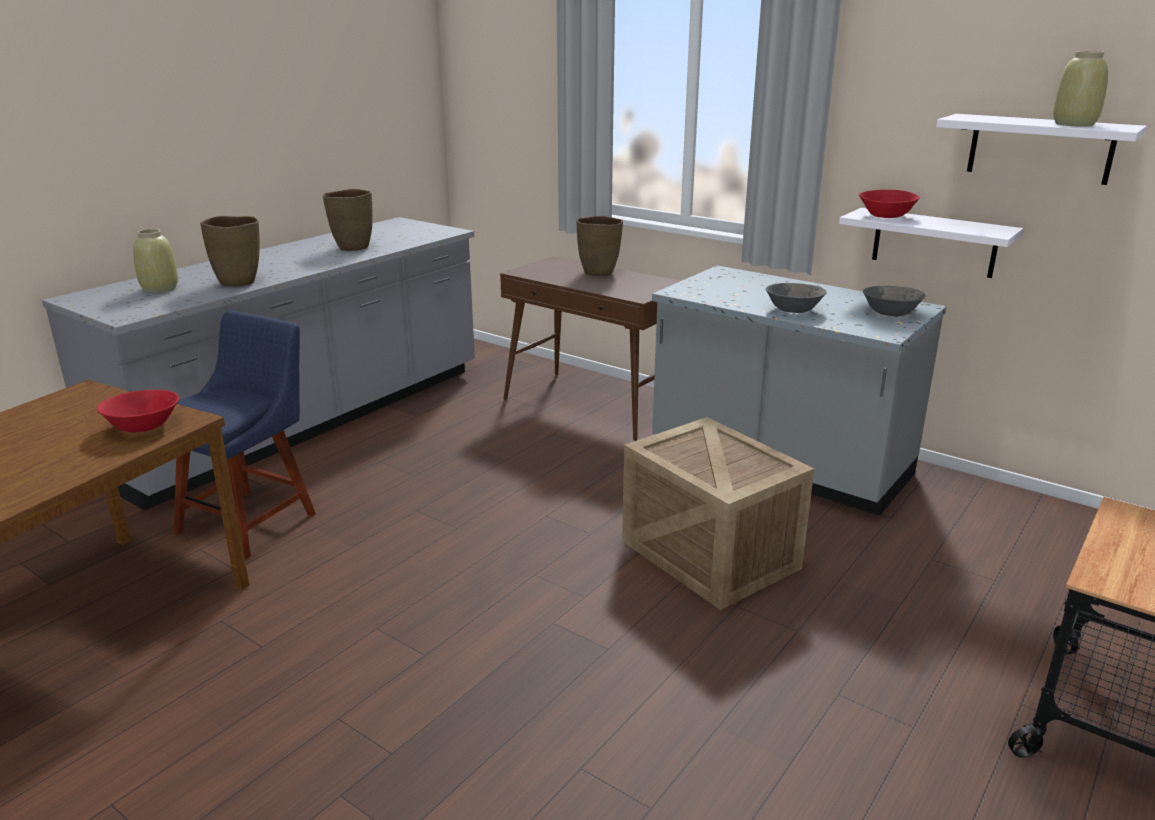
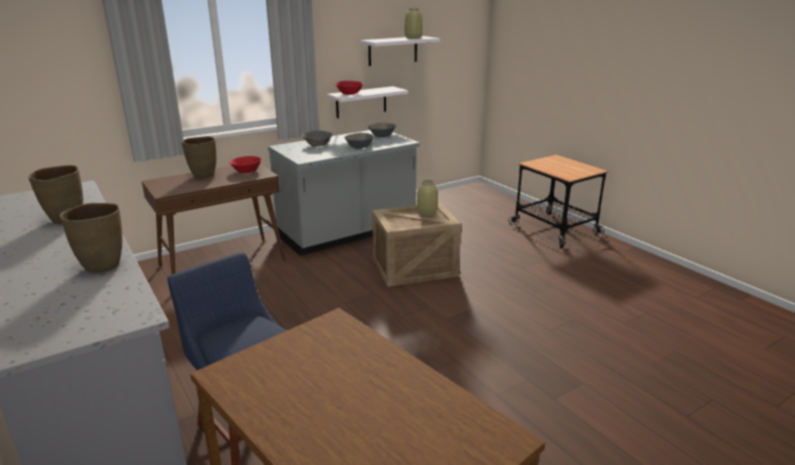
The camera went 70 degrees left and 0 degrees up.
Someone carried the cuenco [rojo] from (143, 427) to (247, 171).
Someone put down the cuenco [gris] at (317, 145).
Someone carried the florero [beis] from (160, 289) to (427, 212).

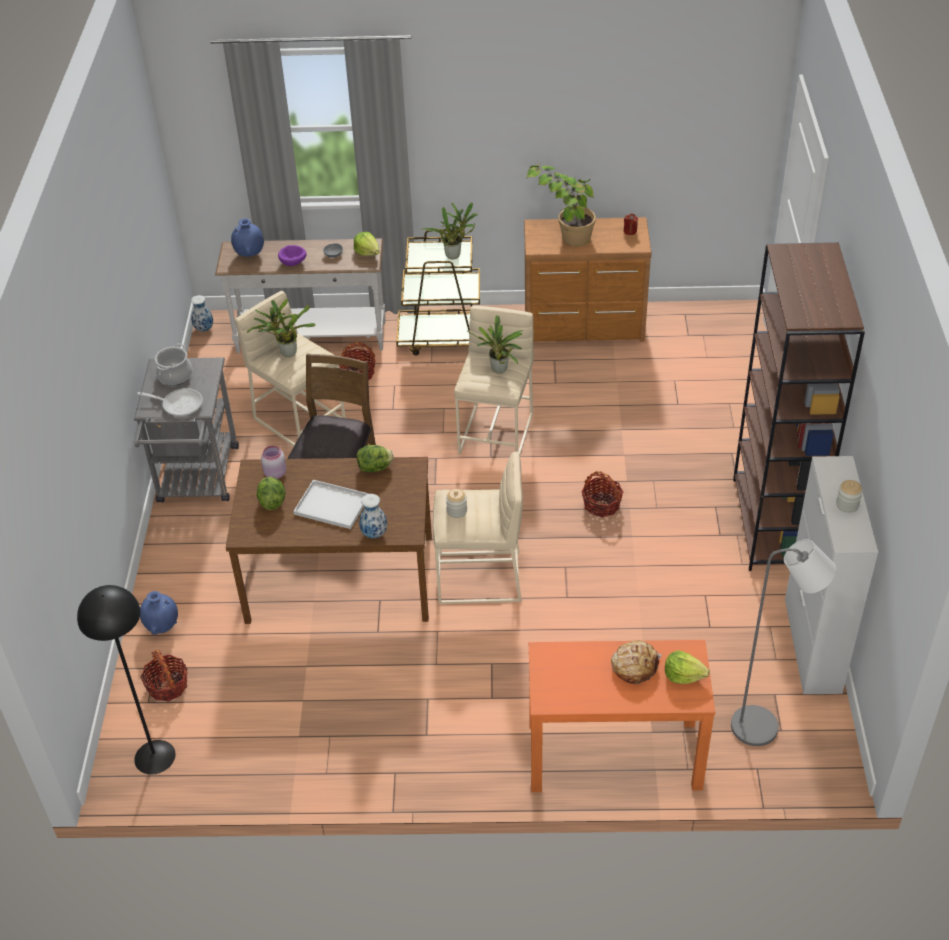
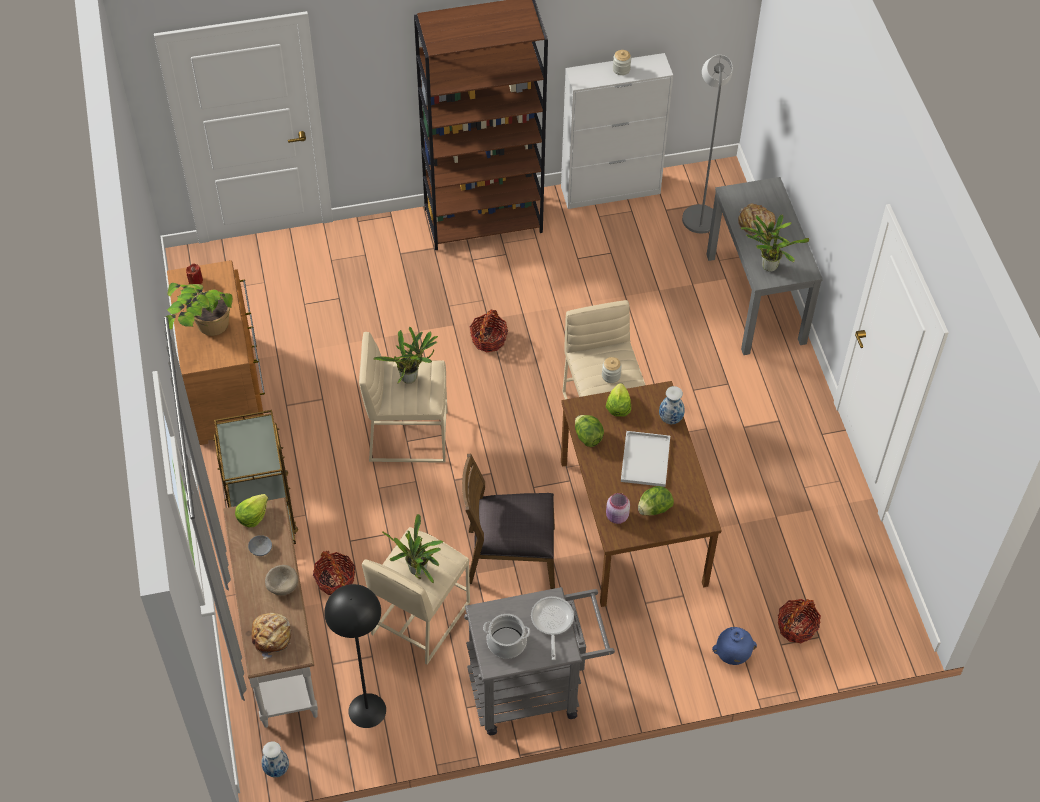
The camera went 105 degrees left and 10 degrees up.
Someone swapped the florero [azul] at (250, 255) for the pan at (272, 636).
Someone repainted the cuenco [morado] at (294, 263), which became the cuenco [beis] at (282, 585).
Someone carried the lámpara de pie [negro] from (154, 757) to (367, 710).
Someone carried the lechuga from (683, 675) to (618, 407).
Someone repainted the mesa consola [naranja] at (613, 756), which became the mesa consola [gris] at (756, 299).
Someone carried the planta en maceta from (455, 255) to (768, 265).

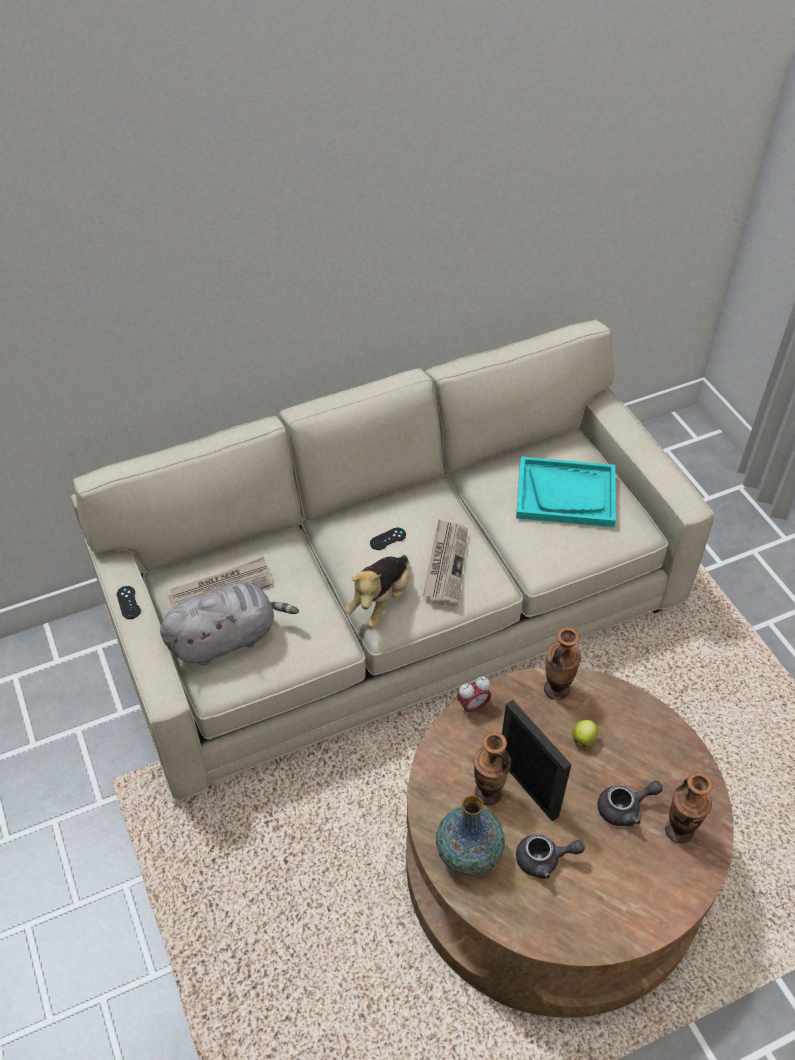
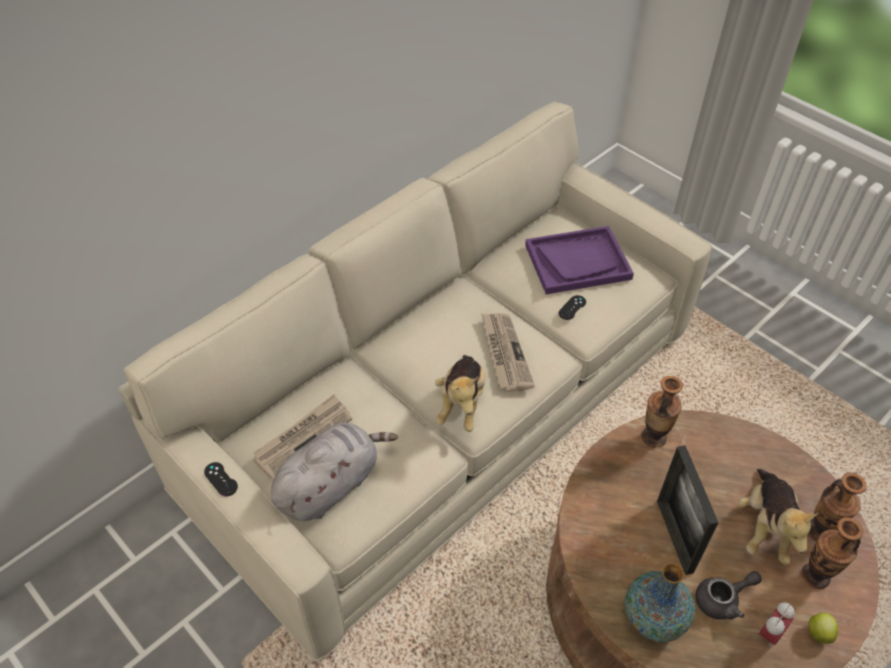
The camera went 20 degrees left and 0 degrees up.
Someone repainted the bandeja [turquesa] at (566, 494), which became the bandeja [morado] at (578, 262).
Someone carried the mando de consola [negro] from (388, 539) to (572, 307).
Someone rotated the portarretratos at (528, 787) by 135 degrees counterclockwise.
Someone swapped the tetera [gris] at (625, 808) for the peluche at (765, 527).
Someone carried the despertador from (473, 706) to (769, 633).
Someone carried the florero from (488, 792) to (815, 576).
Someone carried the manzana from (583, 739) to (818, 632).

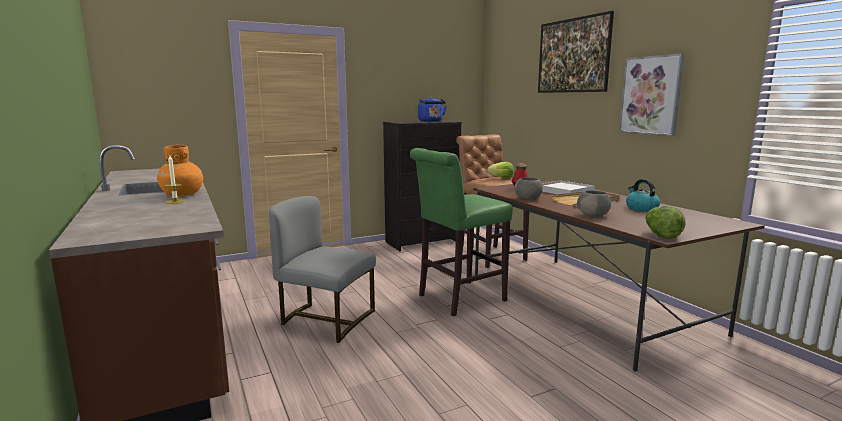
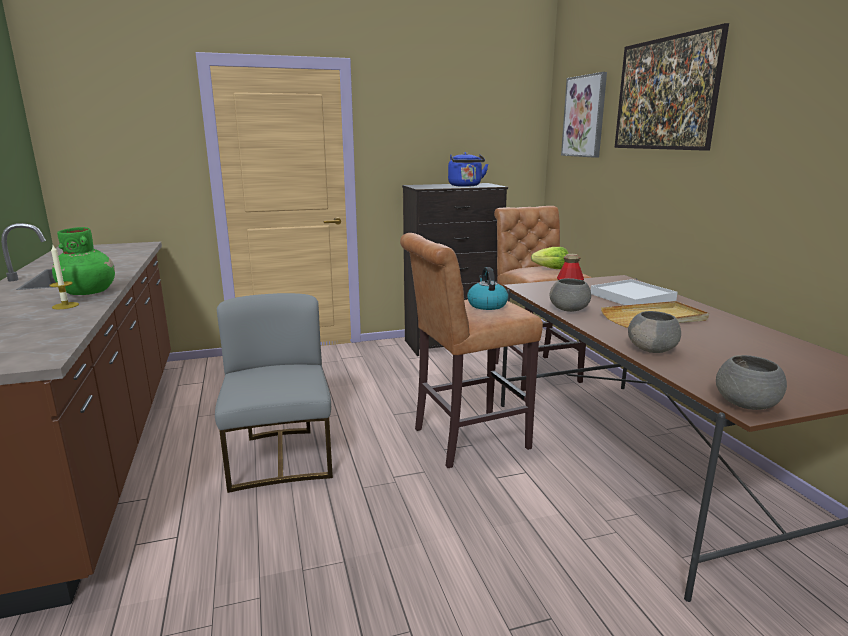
The camera went 10 degrees right and 5 degrees up.
Someone repainted the florero [naranja] at (182, 195), which became the florero [verde] at (88, 292).
Someone rotated the silla [gris] at (326, 320) by 45 degrees clockwise.
Someone repainted the taburete [verde] at (457, 299), which became the taburete [marrón] at (465, 440).
Someone carried the hervidor from (641, 208) to (486, 305).
Someone carried the cuadro from (651, 95) to (584, 116).
Someone swapped the lechuga at (661, 236) for the cuenco [gris] at (746, 404).

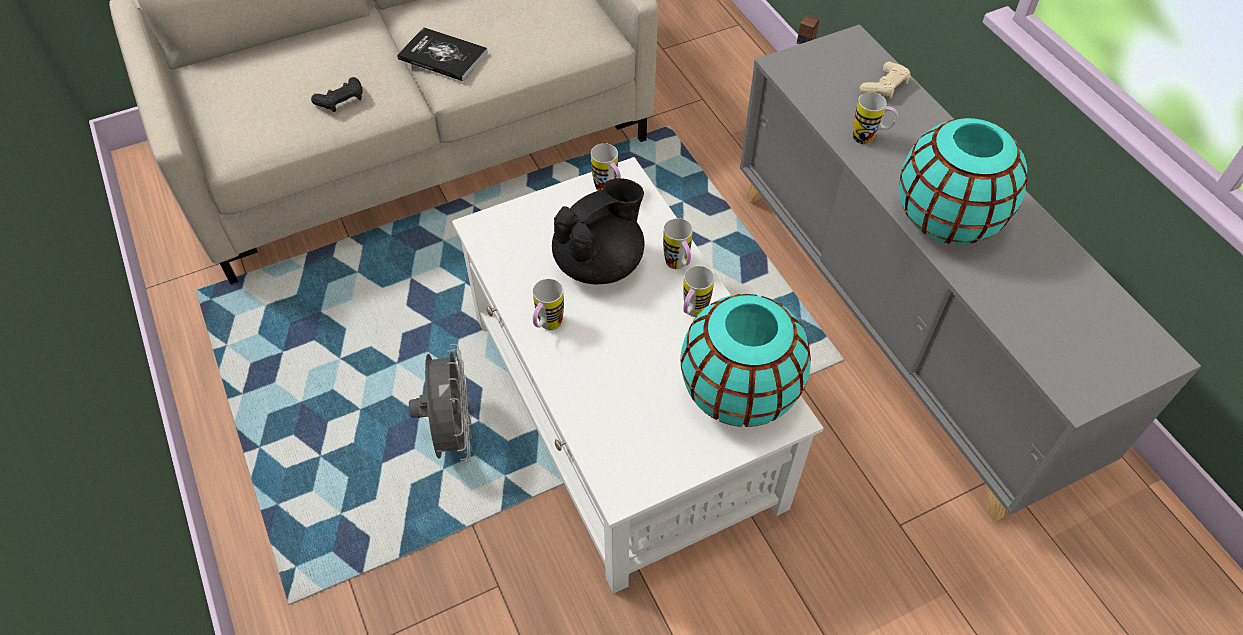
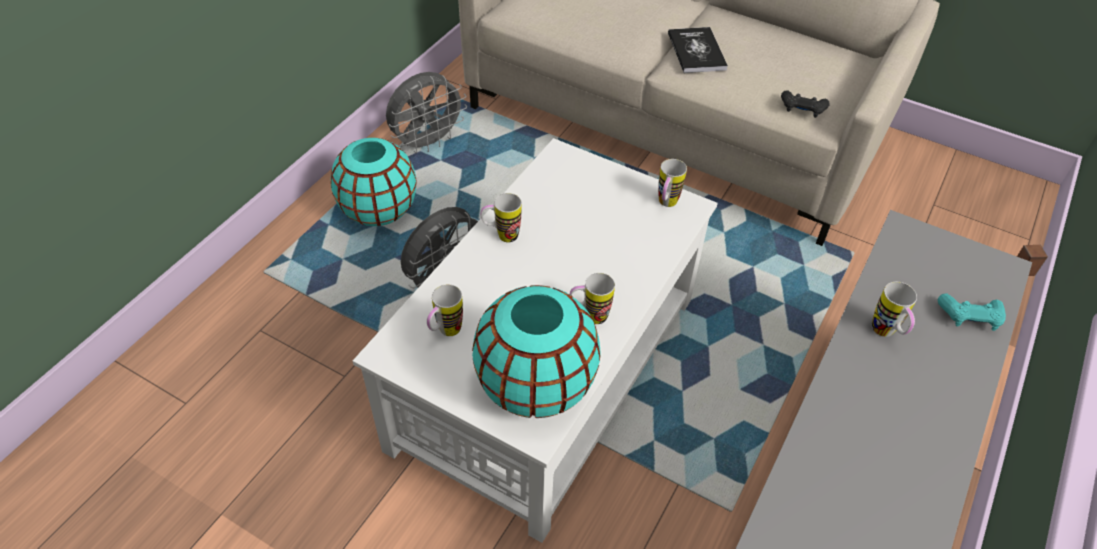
The camera went 55 degrees right and 5 degrees down.
Someone carried the florero [turquesa] from (947, 219) to (379, 210).
Someone put down the ventilador [gris] at (427, 143).
Someone carried the taza grande from (678, 266) to (445, 333).
Someone carried the mando de consola [negro] from (341, 101) to (802, 109).
Someone repainted the mando de consola [beis] at (884, 87), which became the mando de consola [turquesa] at (969, 317).
Someone took away the tetera [negro] at (600, 262).

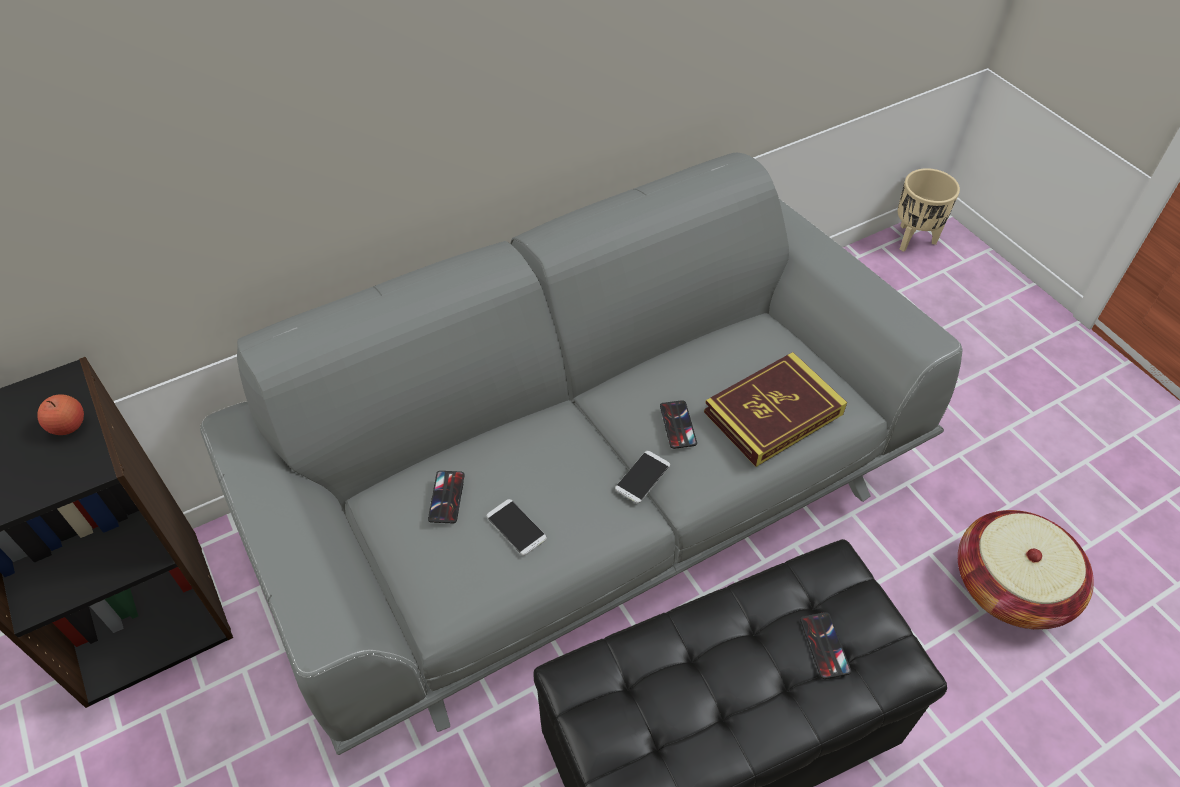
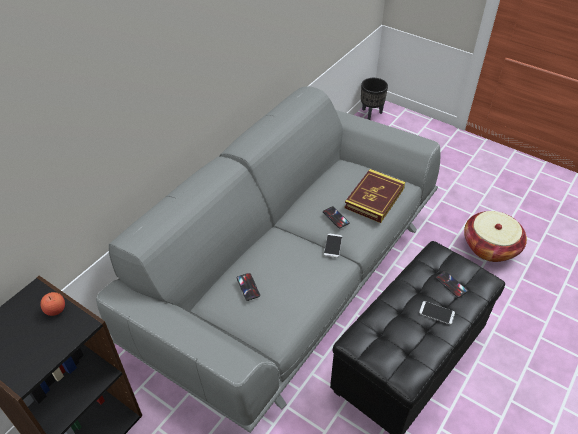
The camera went 25 degrees left and 5 degrees down.
Someone repainted the maceta [beis] at (914, 239), which became the maceta [negro] at (371, 114).
Someone carried the móvil from (516, 527) to (436, 313).

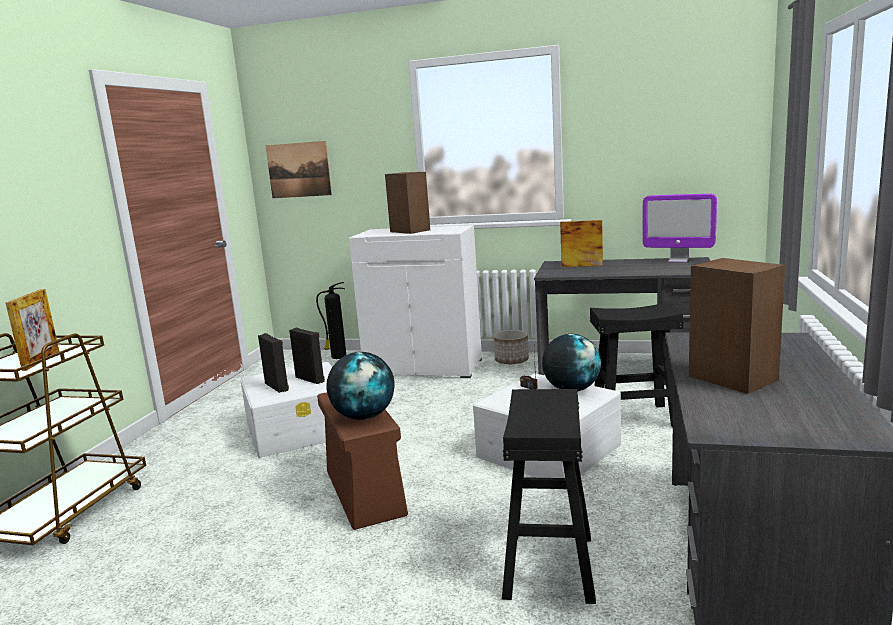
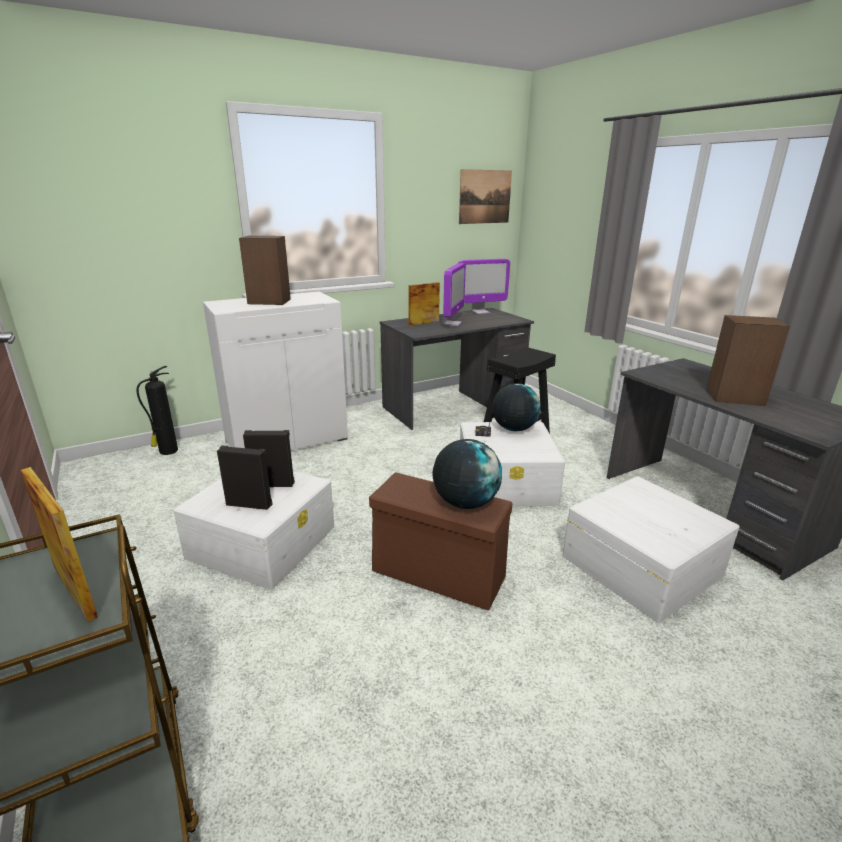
The camera went 45 degrees left and 10 degrees up.
Someone put down the monitor at (452, 323).
Someone carried the cuadro from (298, 170) to (485, 197).
Someone swapped the taburete [negro] at (548, 564) for the caja de almacenaje [blanco] at (640, 564).
Someone took away the maceta at (512, 361).

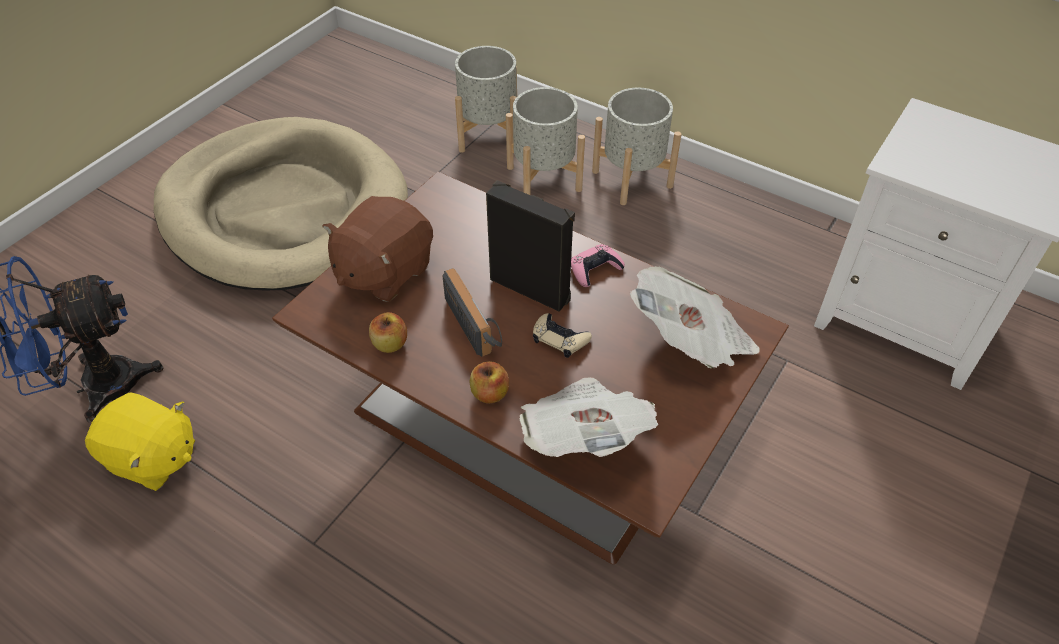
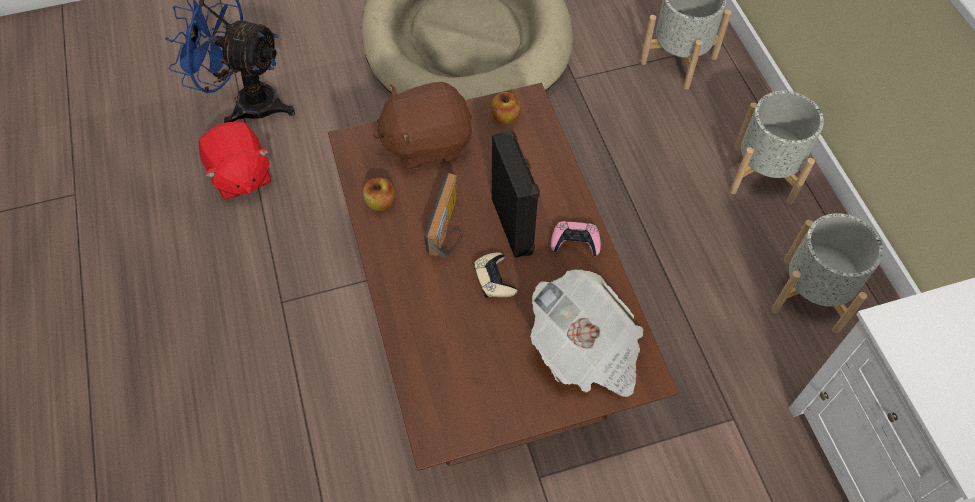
The camera went 40 degrees right and 10 degrees up.
Someone repainted the peluche [amarillo] at (153, 459), which became the peluche [rojo] at (240, 175).
Someone carried the manzana from (490, 393) to (505, 117).
Someone carried the maceta [gris] from (543, 178) to (811, 294).
Someone took away the periódico at (584, 436).

